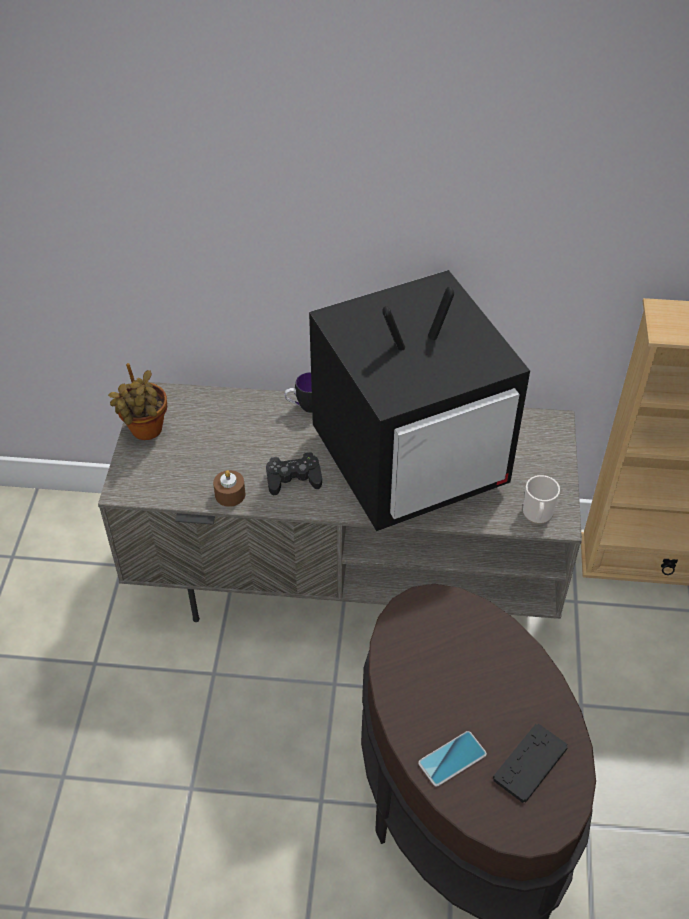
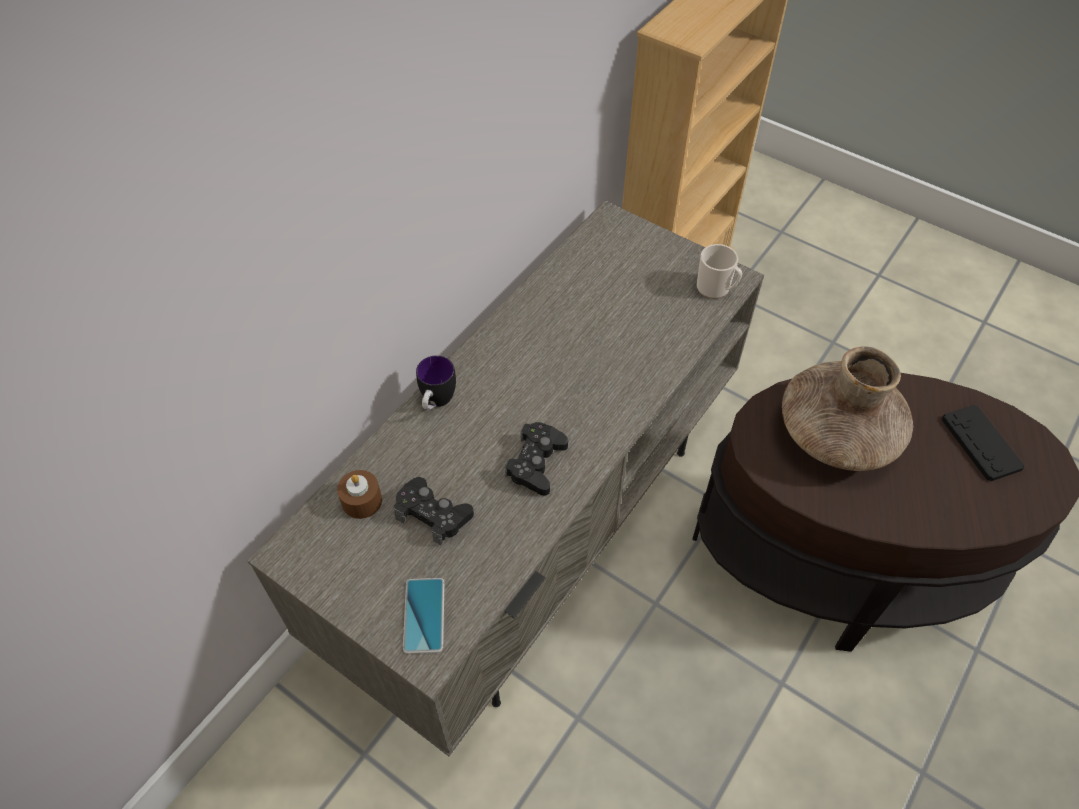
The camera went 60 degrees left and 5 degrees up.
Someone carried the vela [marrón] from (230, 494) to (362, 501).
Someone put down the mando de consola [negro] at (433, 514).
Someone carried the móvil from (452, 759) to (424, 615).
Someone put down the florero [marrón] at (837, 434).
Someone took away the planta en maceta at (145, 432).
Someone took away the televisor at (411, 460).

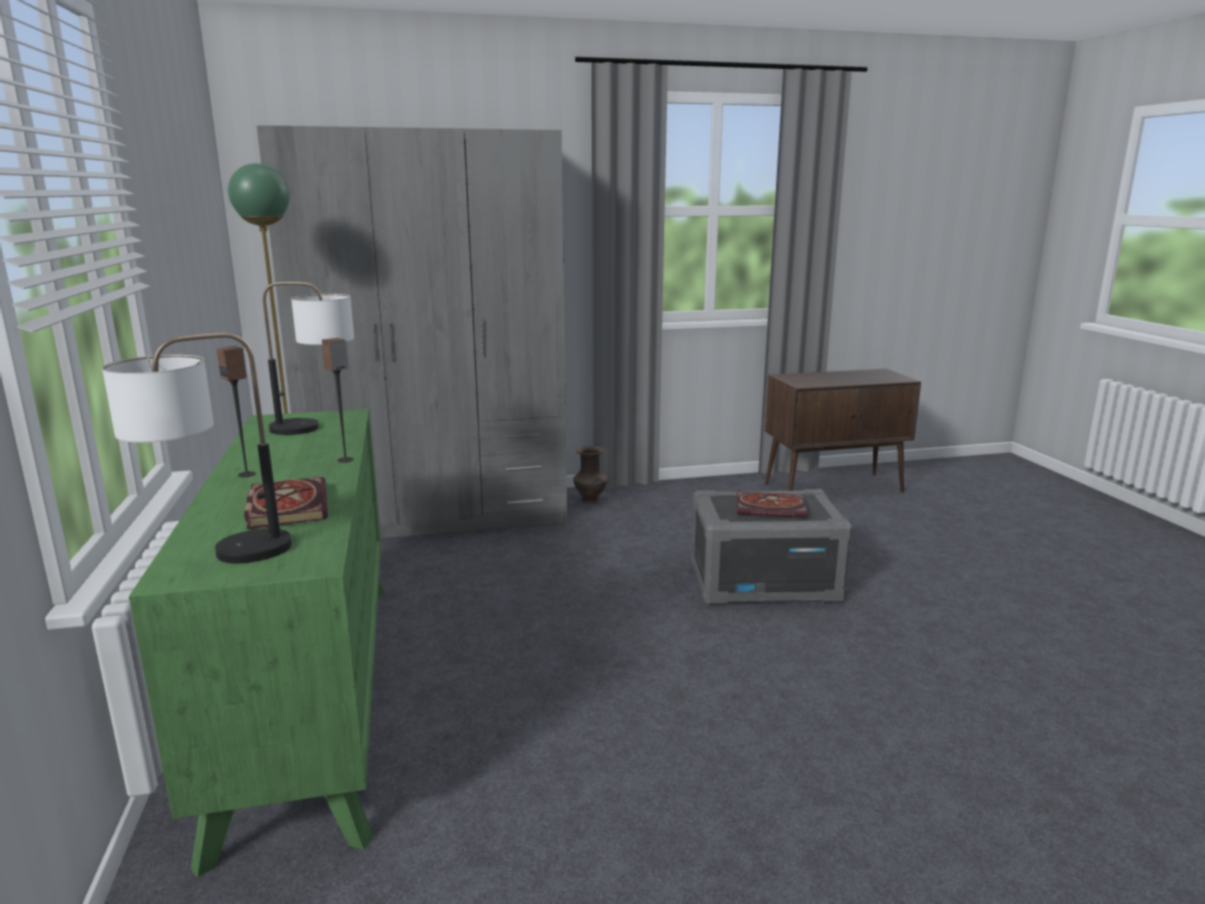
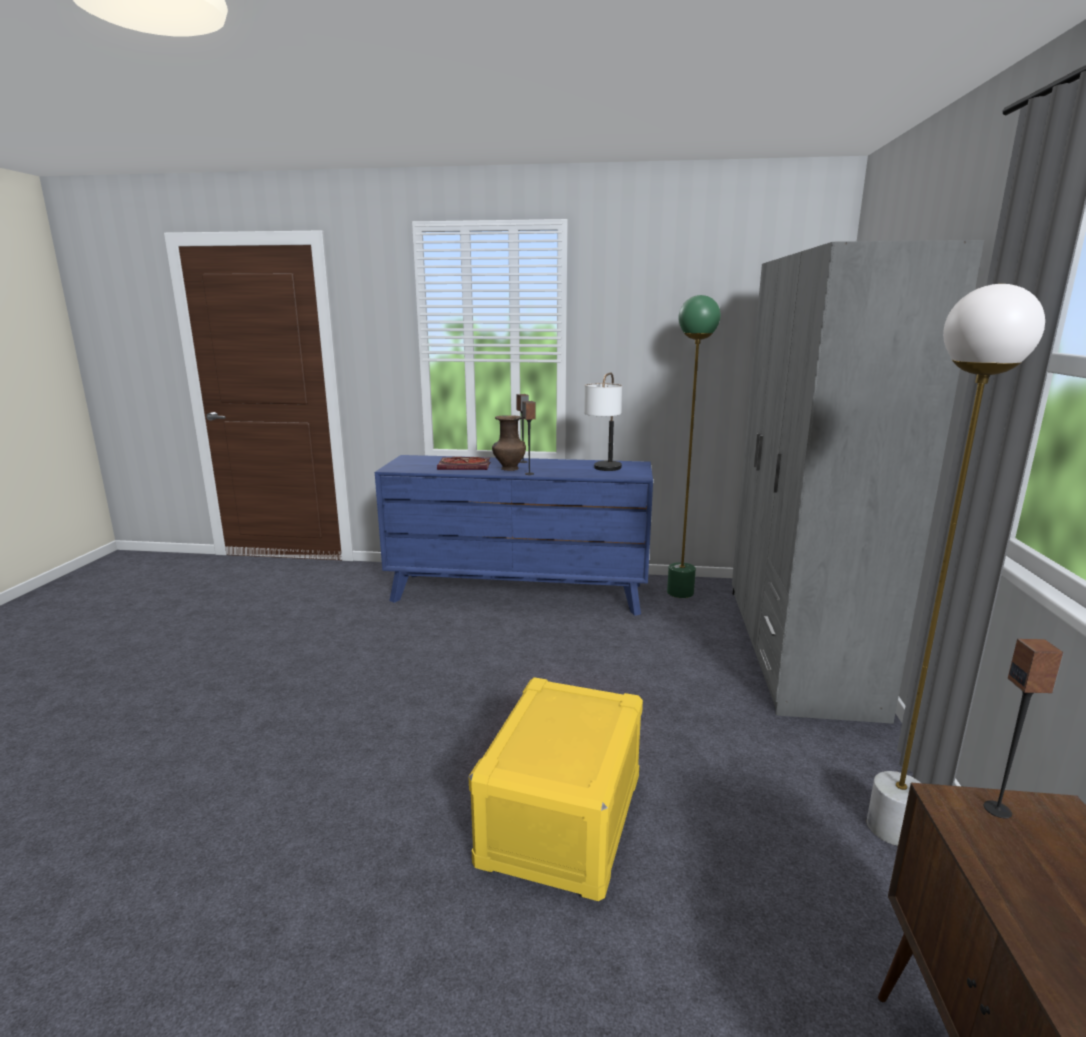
The camera went 110 degrees right and 0 degrees up.
Someone repainted the cómoda [verde] at (311, 695), which became the cómoda [azul] at (519, 593).
Someone repainted the caja de almacenaje [gris] at (764, 581), which became the caja de almacenaje [amarillo] at (563, 820).
Someone carried the florero [marrón] from (591, 500) to (508, 469).
Someone put down the lámpara de pie [blanco] at (893, 828).
Someone put down the altavoz at (998, 810).
Someone took away the lámpara de mesa at (216, 557).
Someone took away the libro at (772, 508).

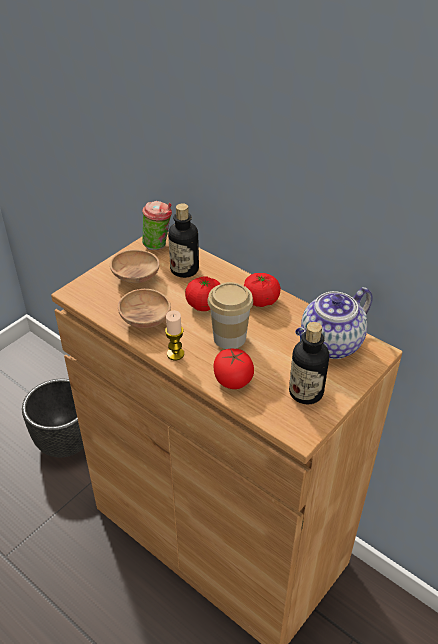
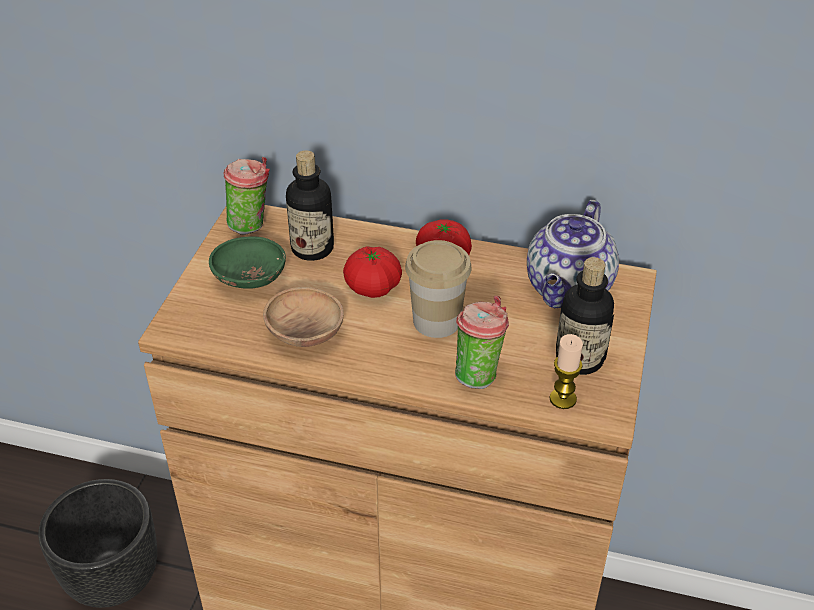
The camera went 25 degrees left and 0 degrees up.
Someone repainted the cuenco [marrón] at (136, 277), which became the cuenco [verde] at (249, 278).
Someone swapped the tomate at (233, 379) for the taza at (478, 373).
Someone carried the vela from (175, 354) to (563, 399).

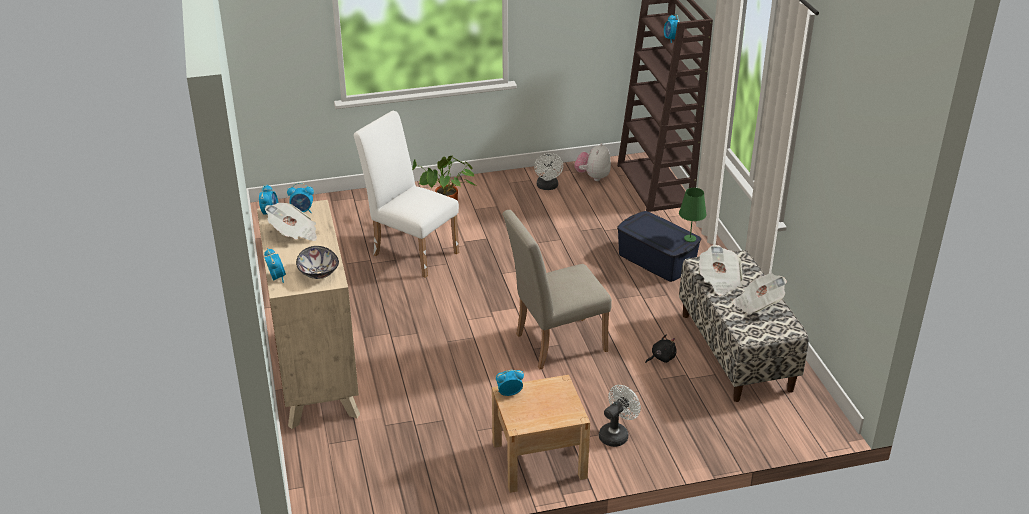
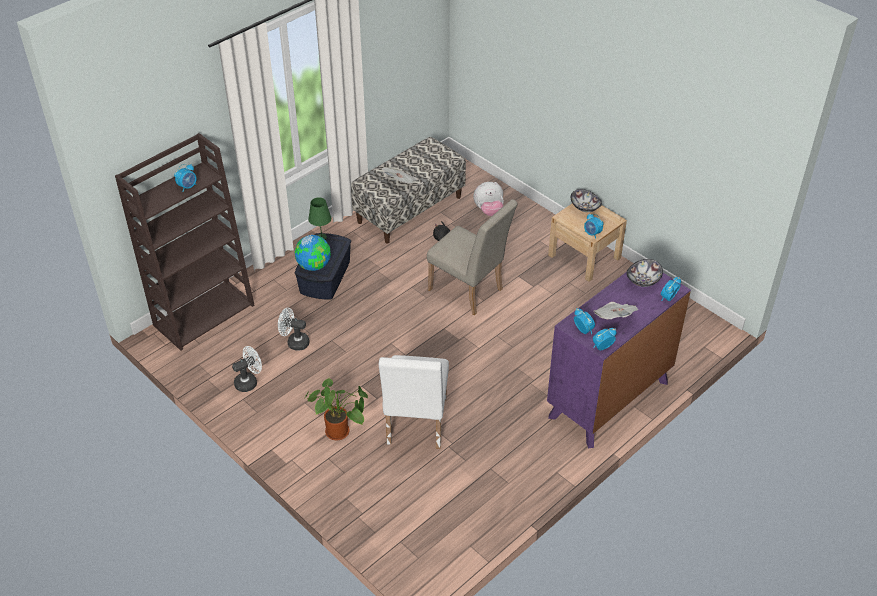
The camera went 120 degrees left and 10 degrees up.
Someone carried the ventilador [blanco] from (616, 434) to (294, 342).
Someone put down the globo terráqueo at (314, 265).
Someone carried the peluche from (593, 177) to (488, 211).
Someone repainted the cómoda [beis] at (315, 374), which became the cómoda [morado] at (609, 399).
Someone put down the cuenco at (585, 207).
Someone took away the periódico at (757, 304).

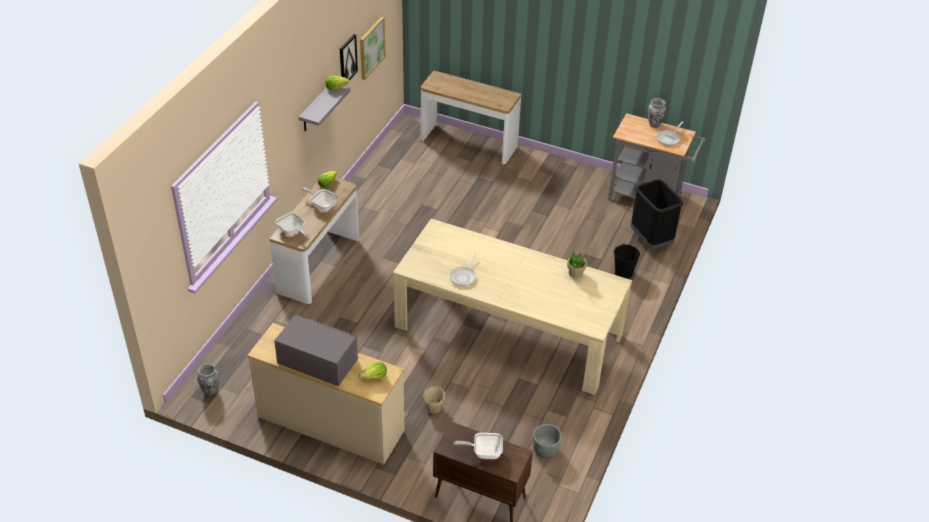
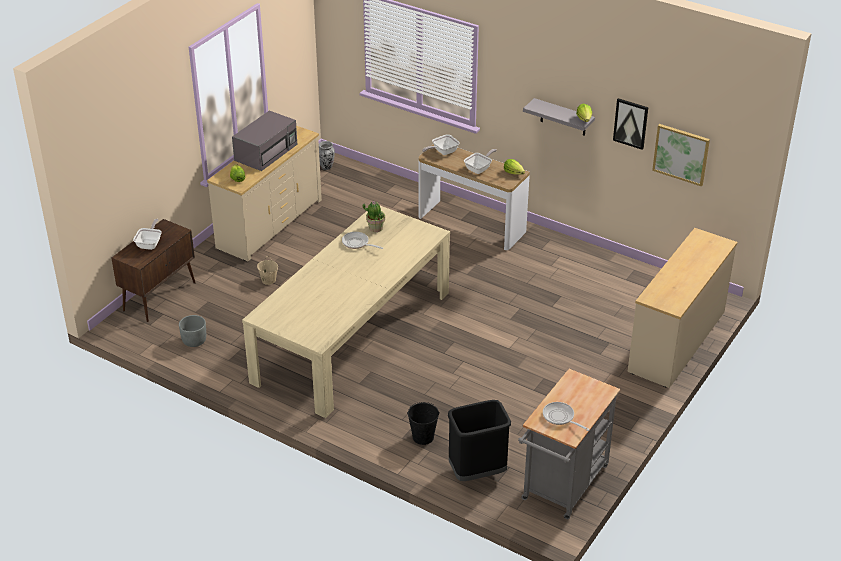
The camera went 100 degrees right and 5 degrees down.
Someone carried the planta en maceta from (575, 273) to (375, 228).
Someone swapped the mesa consola at (468, 143) for the cómoda [beis] at (677, 341).
Someone took away the florero at (654, 124).

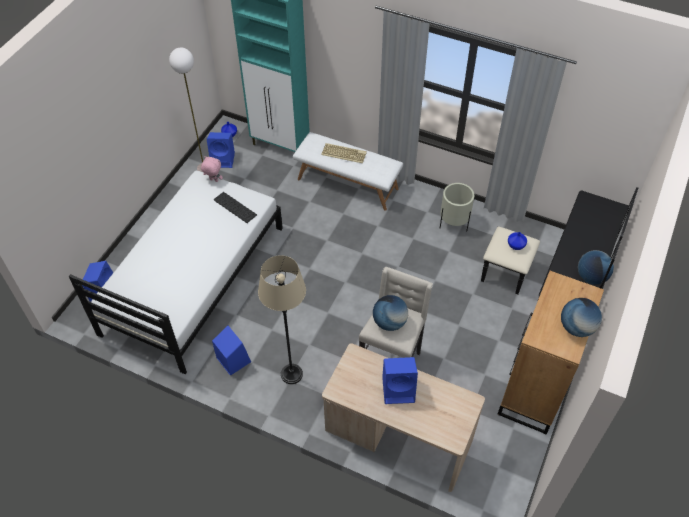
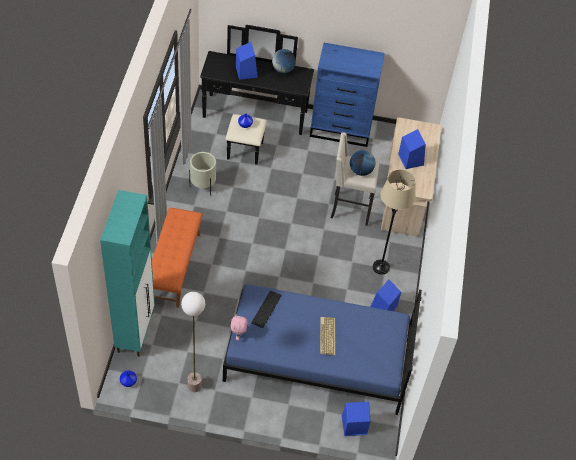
The camera went 110 degrees left and 0 degrees up.
Someone repainted the banco [blanco] at (348, 183), which became the banco [naranja] at (174, 267).
Someone repainted the cama [blanco] at (193, 279), which became the cama [azul] at (317, 359).
Someone carried the altavoz [azul] from (223, 159) to (246, 71).
Someone repainted the cómoda [marrón] at (533, 390), which became the cómoda [azul] at (341, 129).
Someone carried the teclado from (344, 153) to (326, 336).
Someone took away the globo terráqueo at (576, 327).

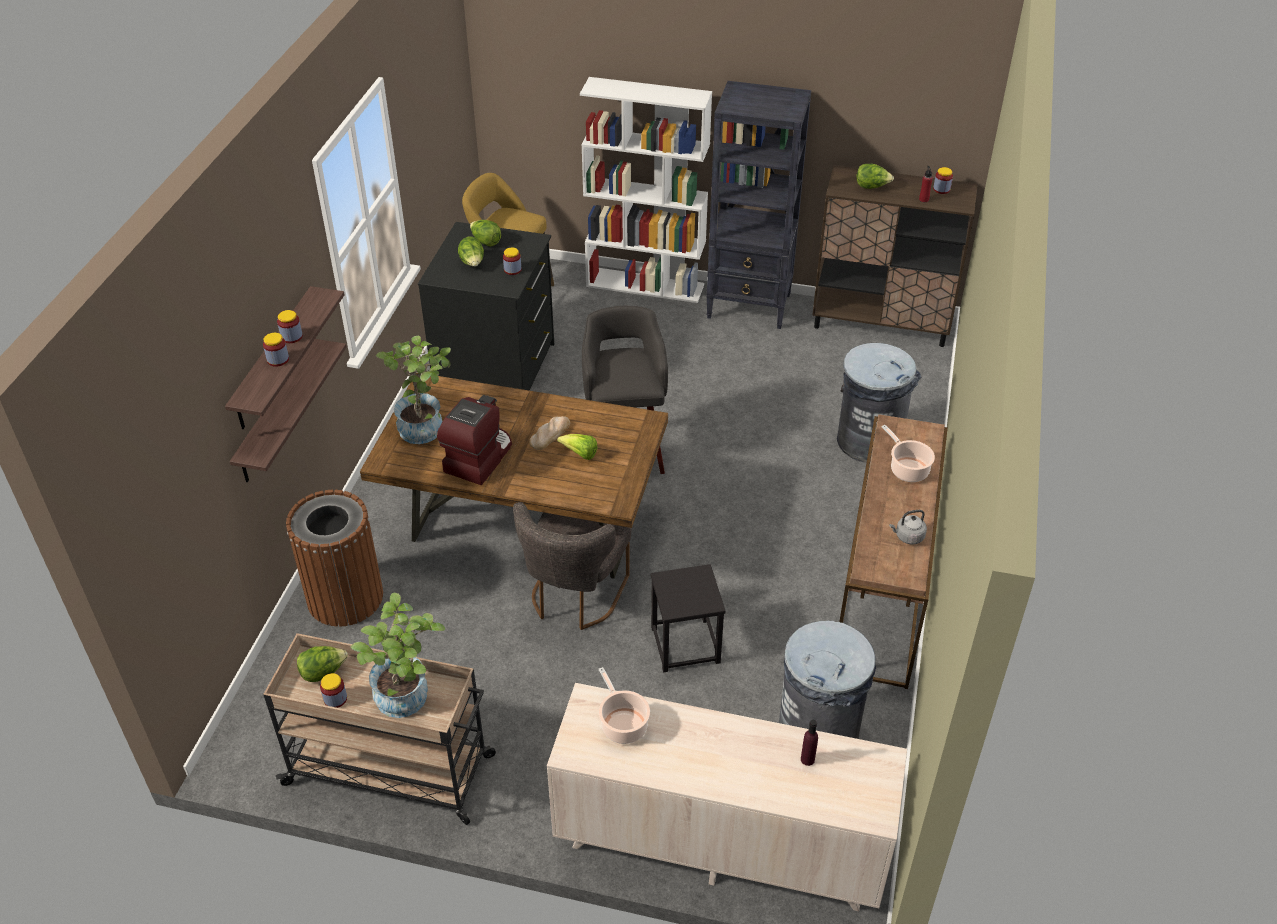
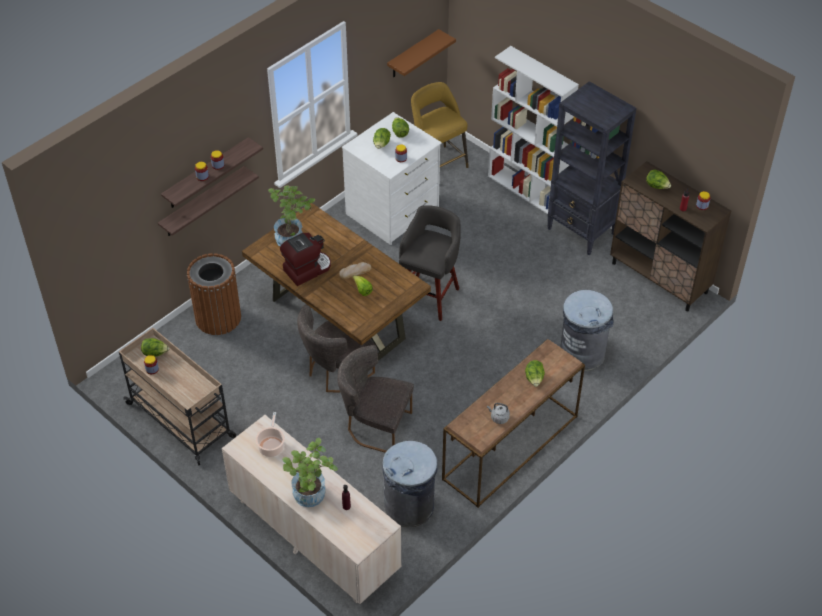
The camera went 30 degrees right and 5 degrees up.
Someone carried the planta en maceta from (407, 700) to (311, 498).
Someone swapped the taburete [negro] at (684, 644) for the silla [gris] at (375, 426).
Someone repainted the cómoda [negro] at (497, 369), which became the cómoda [blanco] at (393, 212).
Someone put up the estante [marrón] at (413, 54).
Someone swapped the olla at (907, 469) for the lechuga at (534, 379).

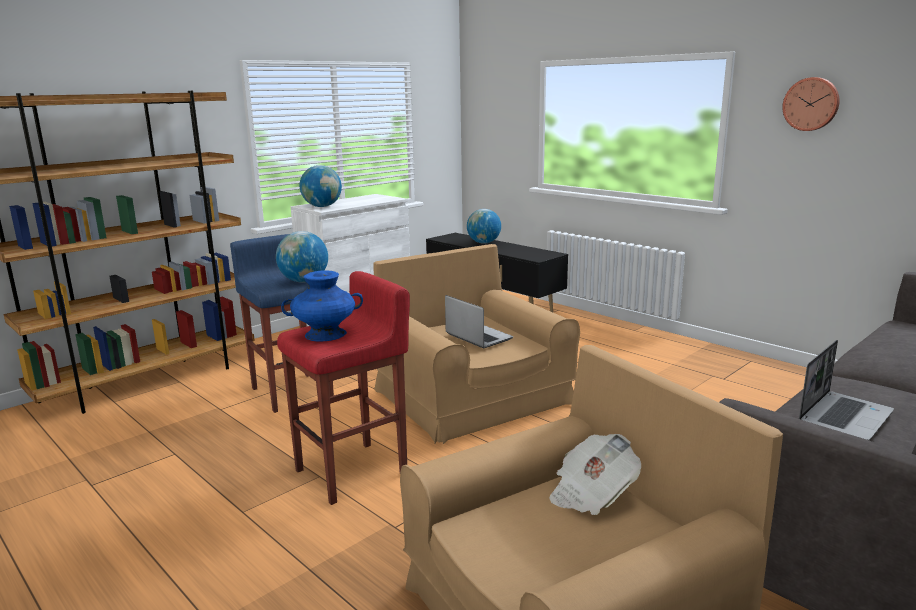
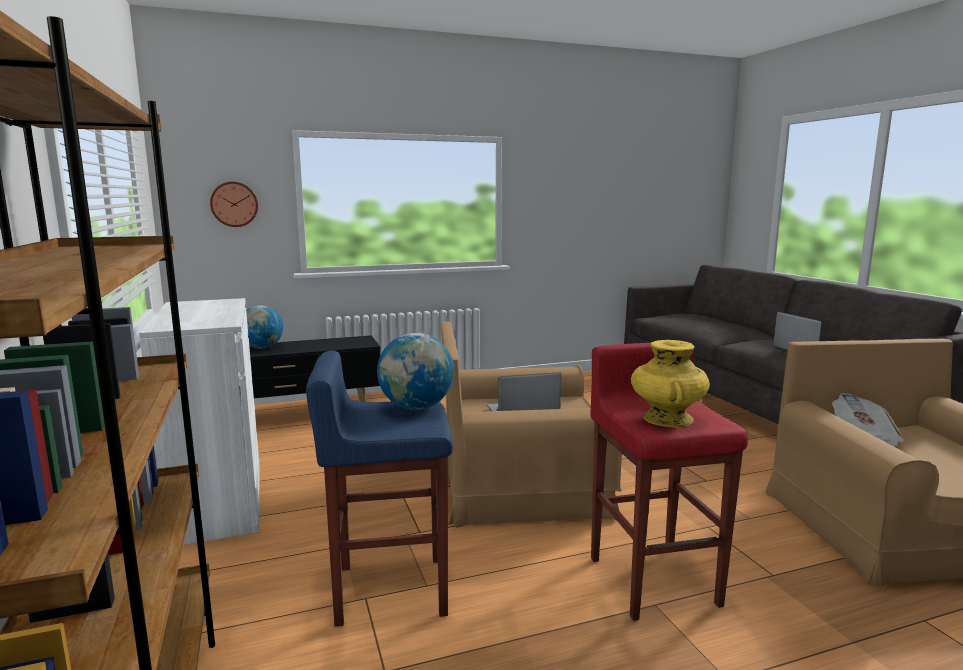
The camera went 65 degrees left and 5 degrees down.
Someone carried the reloj de pared from (811, 104) to (234, 204).
Someone repainted the florero [azul] at (325, 334), which became the florero [amarillo] at (667, 418).
Someone took away the globo terráqueo at (322, 206).

